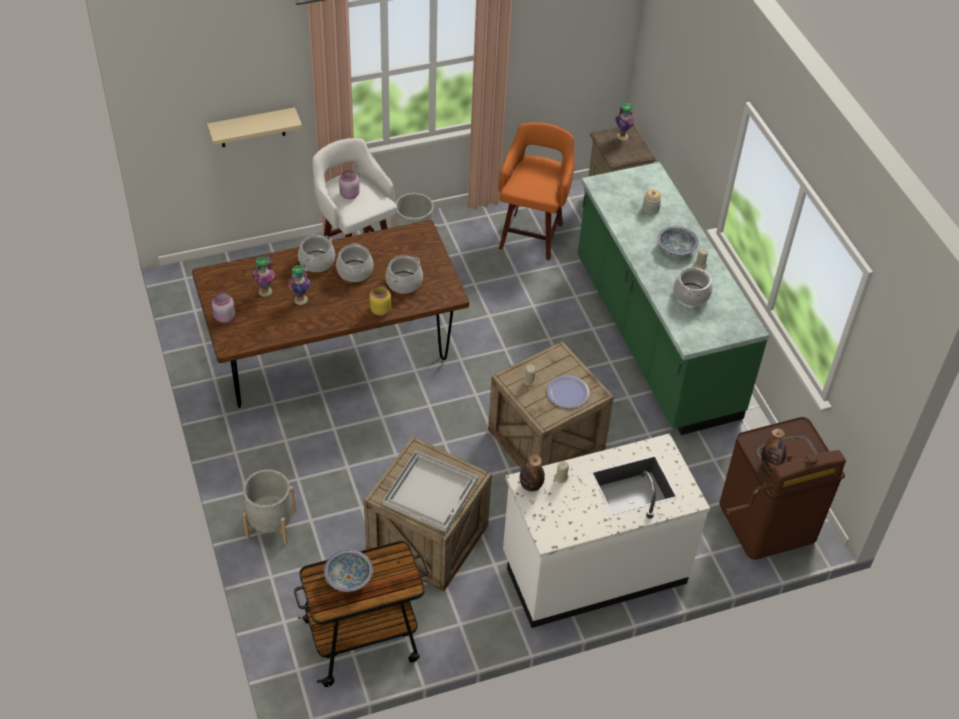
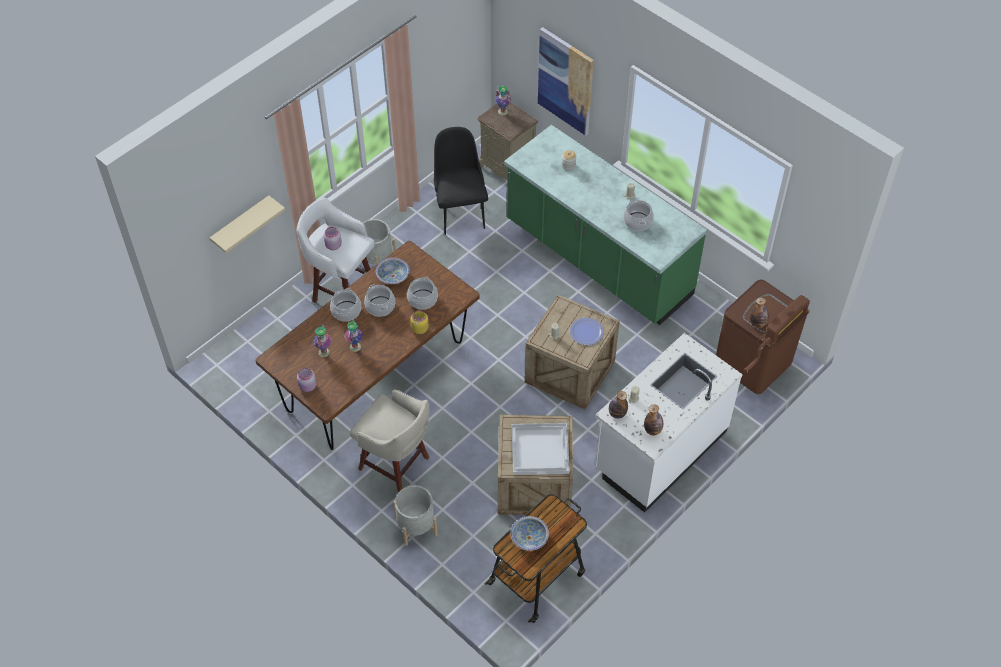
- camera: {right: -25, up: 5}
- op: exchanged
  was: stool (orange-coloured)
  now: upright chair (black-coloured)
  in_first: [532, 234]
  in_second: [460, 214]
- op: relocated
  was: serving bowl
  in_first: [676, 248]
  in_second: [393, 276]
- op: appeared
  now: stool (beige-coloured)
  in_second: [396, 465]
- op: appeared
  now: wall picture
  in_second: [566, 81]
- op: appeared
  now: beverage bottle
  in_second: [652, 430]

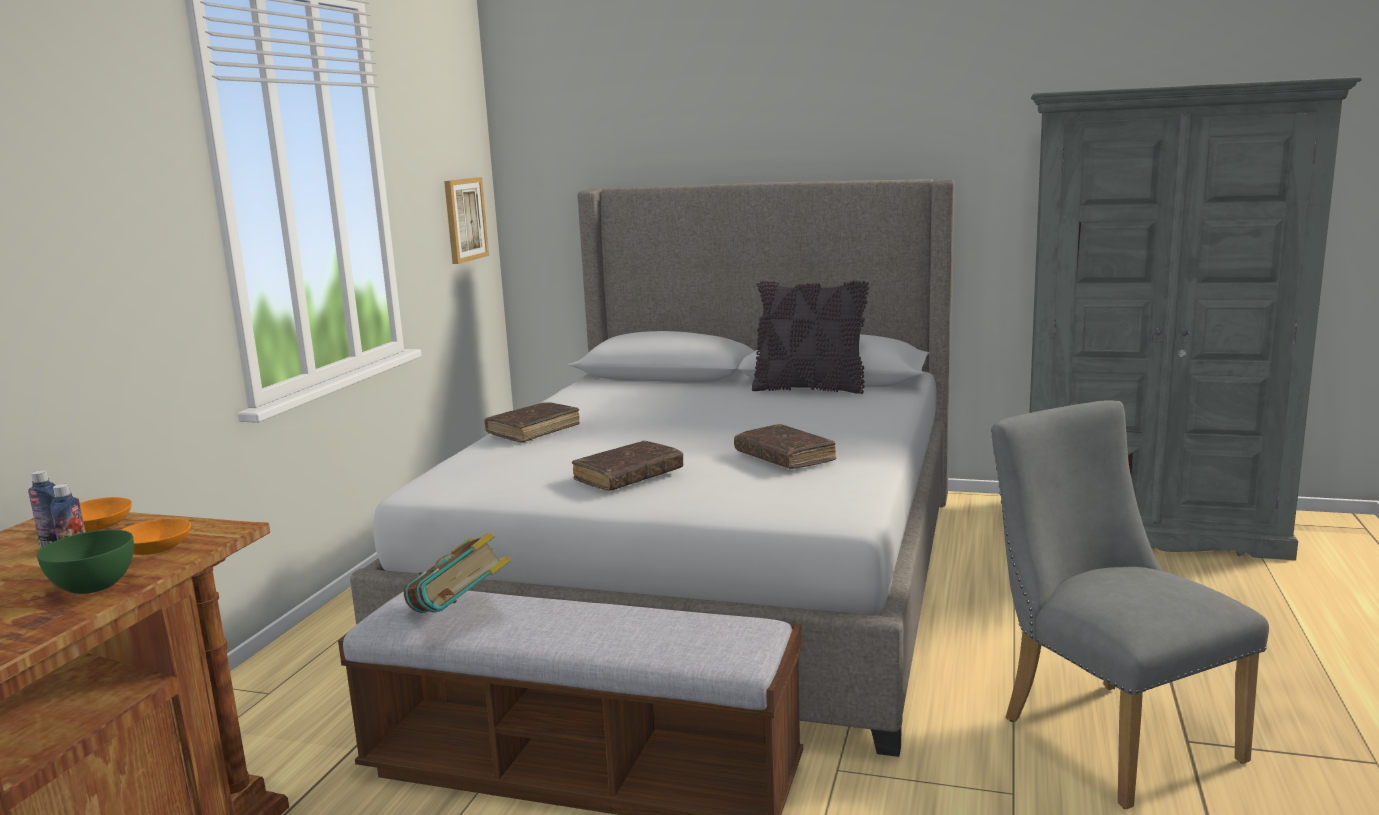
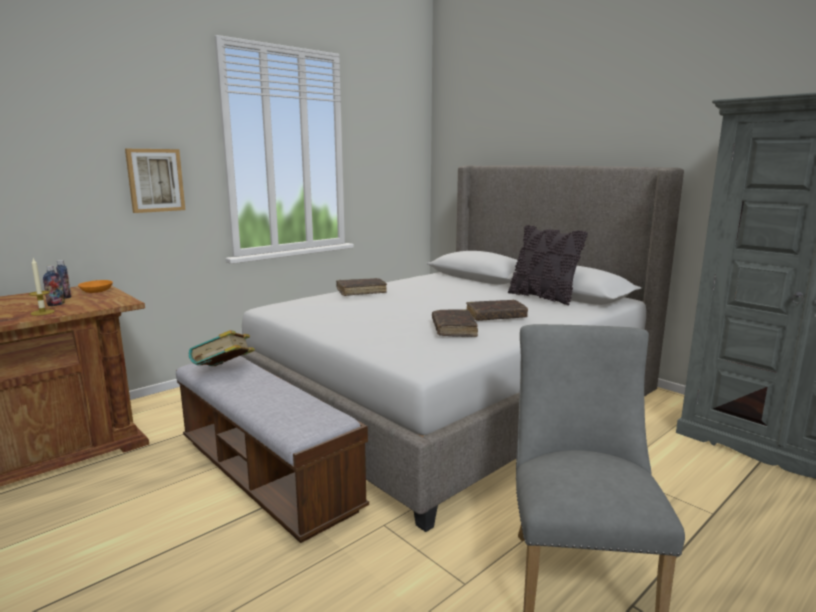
- camera: {right: 30, up: 0}
- op: exchanged
  was: serving bowl (greenish)
  now: wax light
  in_first: [93, 587]
  in_second: [42, 312]
- op: missing
  was: serving bowl (orange-coloured)
  in_first: [156, 549]
- op: relocated
  was: wall picture
  in_first: [464, 219]
  in_second: [155, 180]
- op: relocated
  was: book (brownish)
  in_first: [628, 476]
  in_second: [496, 316]

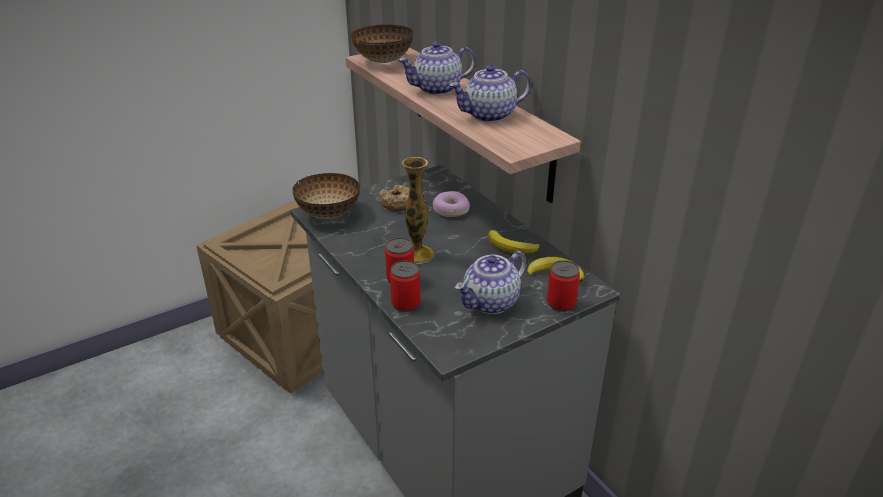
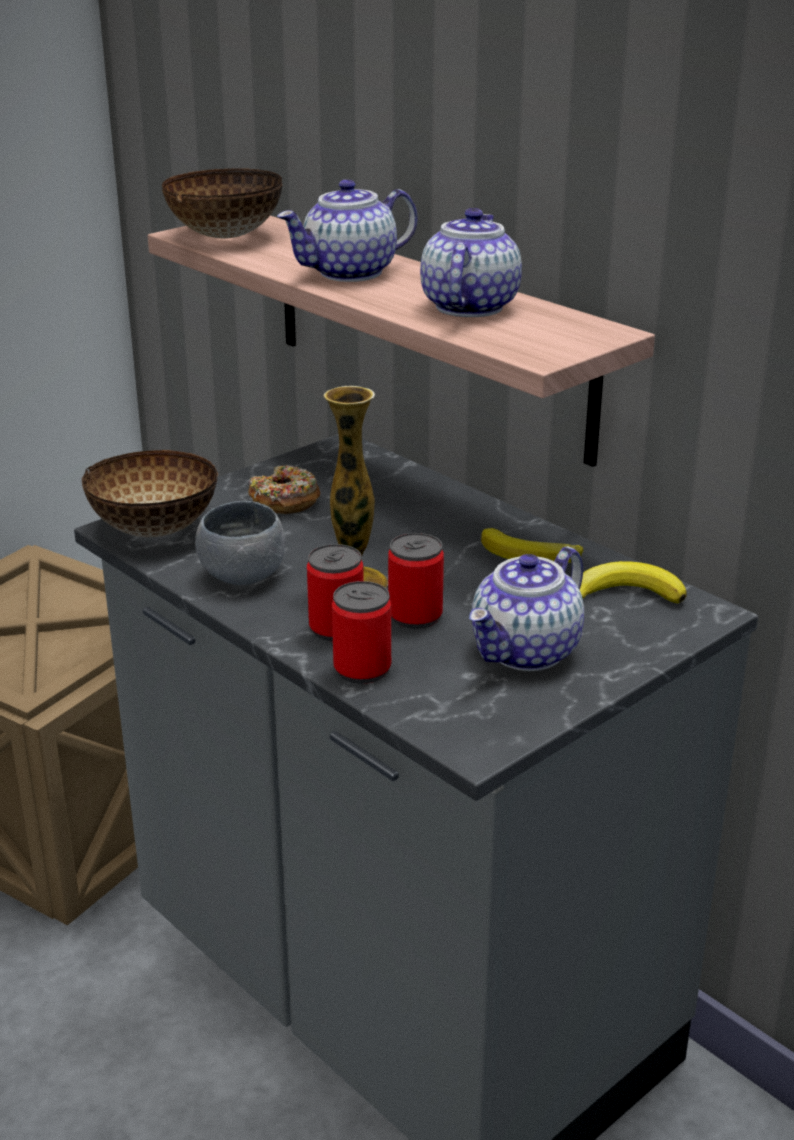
- camera: {right: -10, up: -5}
- op: missing
  was: doughnut
  in_first: [450, 210]
- op: spun
  was: tea pot
  in_first: [489, 115]
  in_second: [468, 306]
  clockwise: 135
- op: relocated
  was: metal can
  in_first: [561, 303]
  in_second: [415, 616]
- op: appeared
  now: serving bowl (gray)
  in_second: [242, 575]

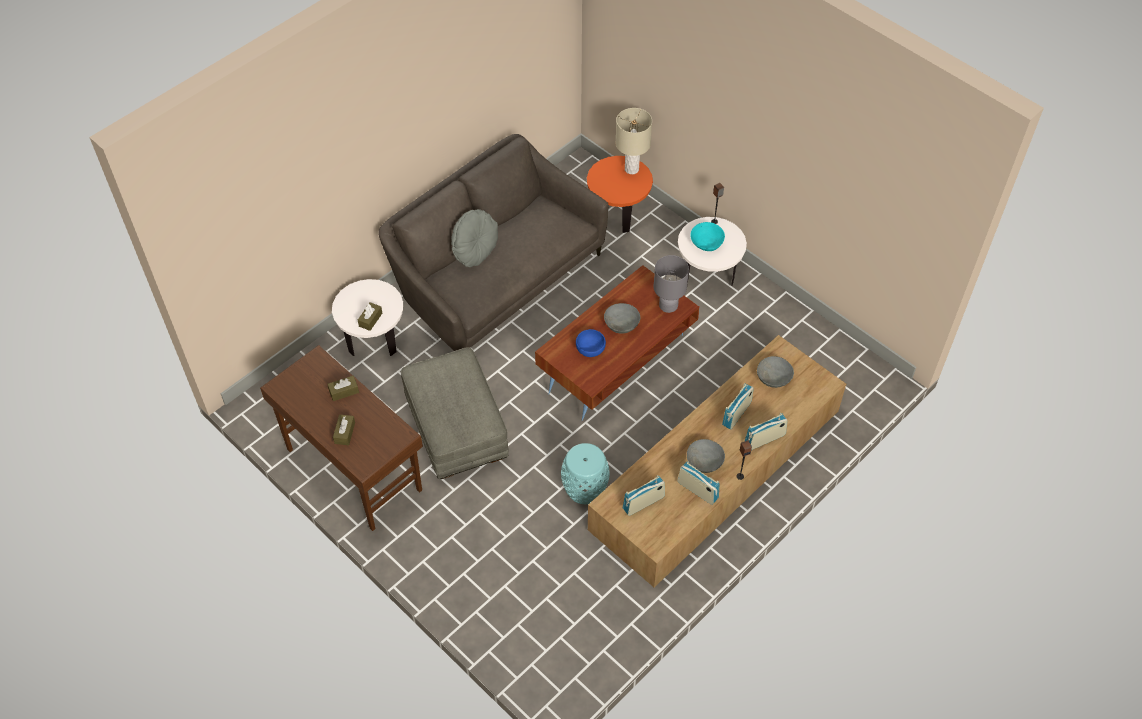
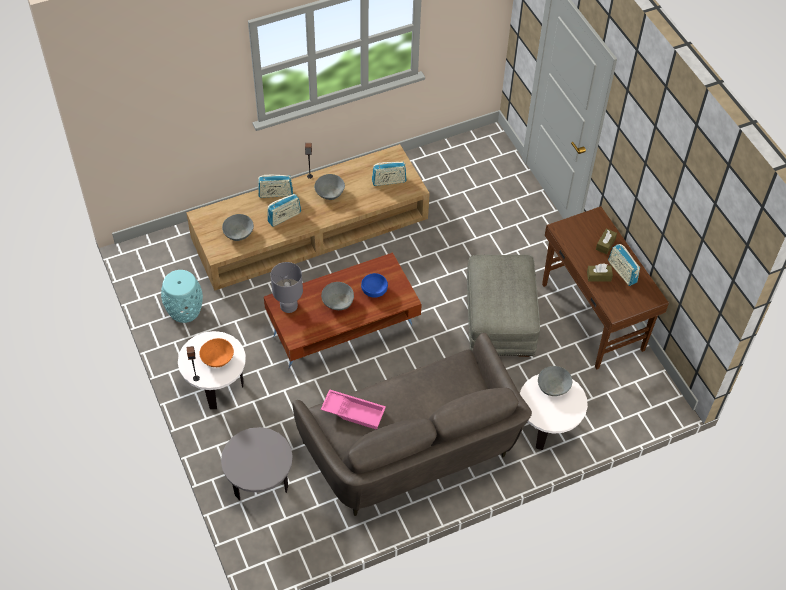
- camera: {right: -160, up: 0}
- op: exchanged
  was: tissue holder (brownish)
  now: serving bowl (gray)
  in_first: [370, 319]
  in_second: [553, 386]
- op: missing
  was: pillow (gray)
  in_first: [476, 254]
- op: relocated
  was: stool (blue-green)
  in_first: [585, 489]
  in_second: [185, 310]
- op: colour
  was: side table (orange-coloured)
  now: side table (gray)
  in_first: [618, 213]
  in_second: [260, 483]
- op: missing
  was: tabletop lamp (beige-coloured)
  in_first: [631, 169]
- op: relocated
  was: radio set
  in_first: [697, 490]
  in_second: [622, 272]
- op: colour
  was: serving bowl (blue-green)
  now: serving bowl (orange-coloured)
  in_first: [706, 243]
  in_second: [217, 359]
- op: appeared
  now: serving tray (pinkish)
  in_second: [354, 411]

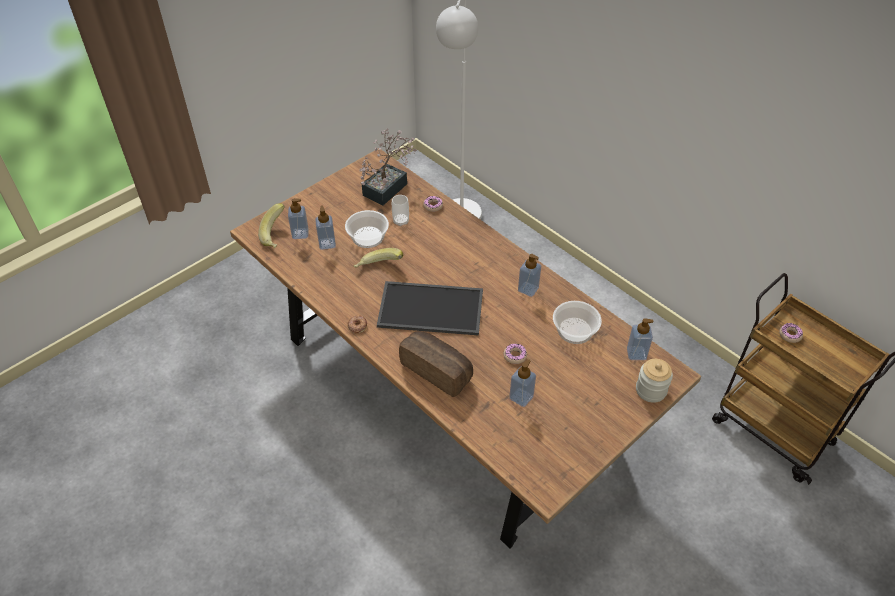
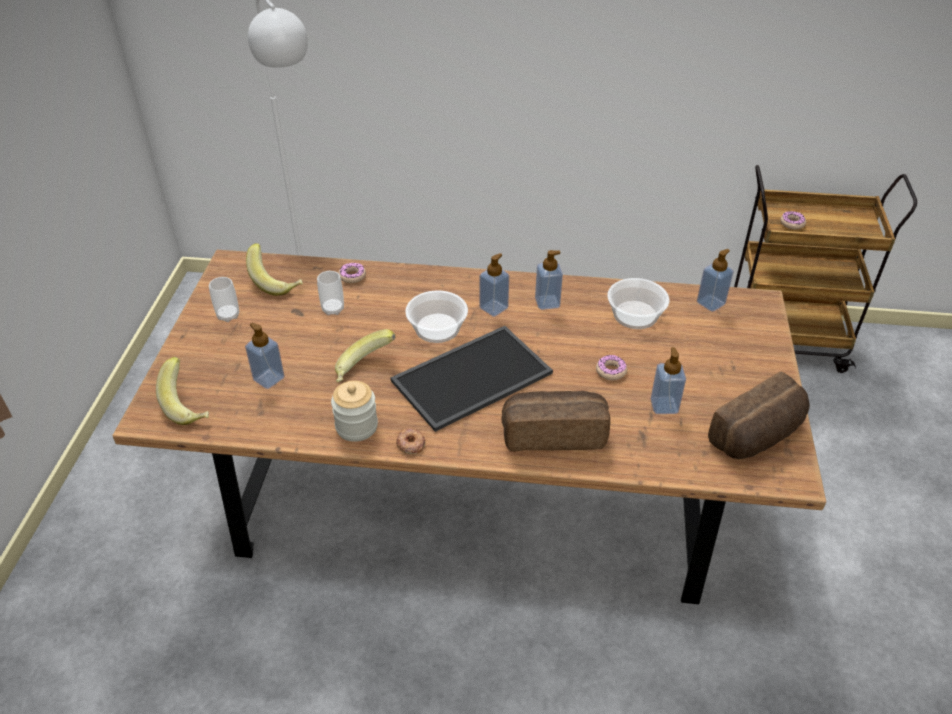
- camera: {right: -40, up: -5}
- op: relocated
  was: soap dispenser
  in_first: [300, 234]
  in_second: [493, 308]
- op: relocated
  was: serving bowl
  in_first: [367, 236]
  in_second: [436, 328]
- op: exchanged
  was: houseplant
  now: whole banana
  in_first: [389, 187]
  in_second: [277, 282]
- op: relocated
  was: jar
  in_first: [651, 390]
  in_second: [356, 426]
- op: appeared
  now: cup
  in_second: [228, 315]
- op: appeared
  now: baked bread
  in_second: [758, 436]

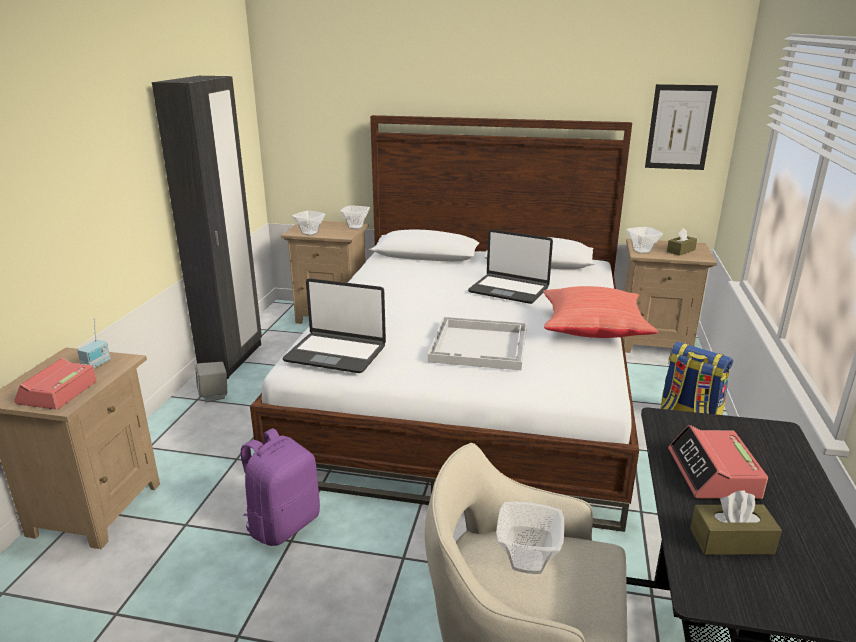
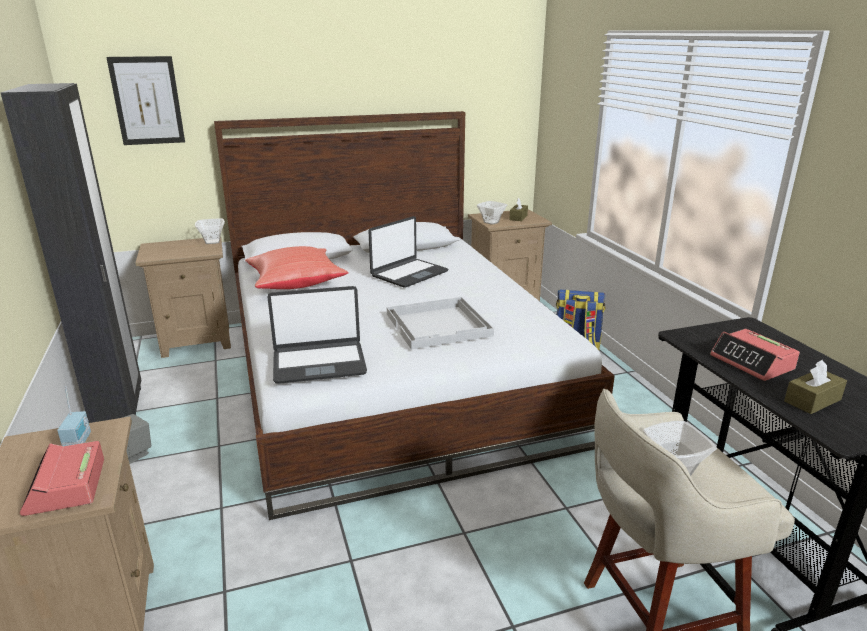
- camera: {right: -30, up: 0}
- op: missing
  was: knapsack (purple)
  in_first: [283, 524]
- op: missing
  was: serving bowl
  in_first: [309, 233]
- op: spun
  was: laptop
  in_first: [509, 290]
  in_second: [409, 274]
  clockwise: -45
- op: relocated
  was: pillow (reddish)
  in_first: [593, 329]
  in_second: [295, 283]
- op: relocated
  was: wall picture
  in_first: [680, 127]
  in_second: [147, 101]

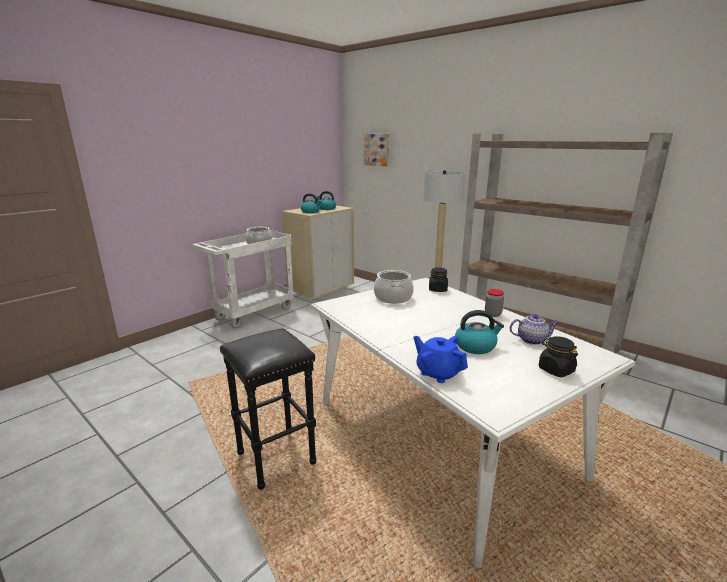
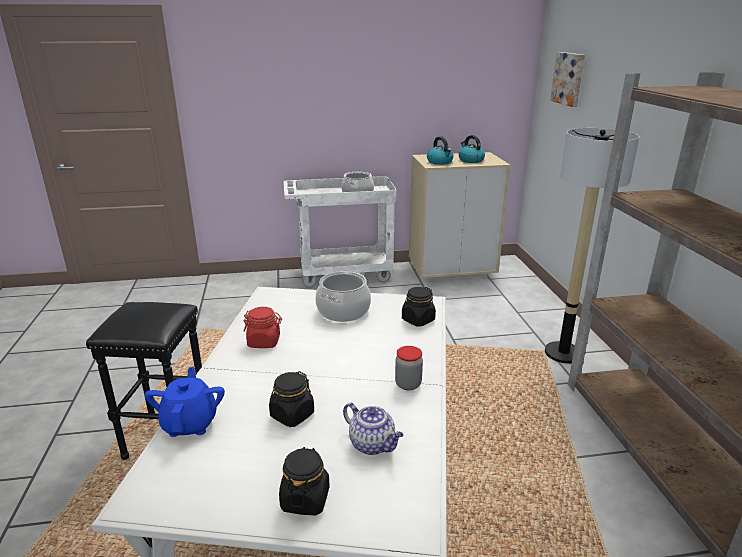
- camera: {right: 40, up: 5}
- op: exchanged
  was: kettle
  now: jar (black-coloured)
  in_first: [476, 346]
  in_second: [292, 415]
- op: appeared
  now: jar (reddish)
  in_second: [264, 342]

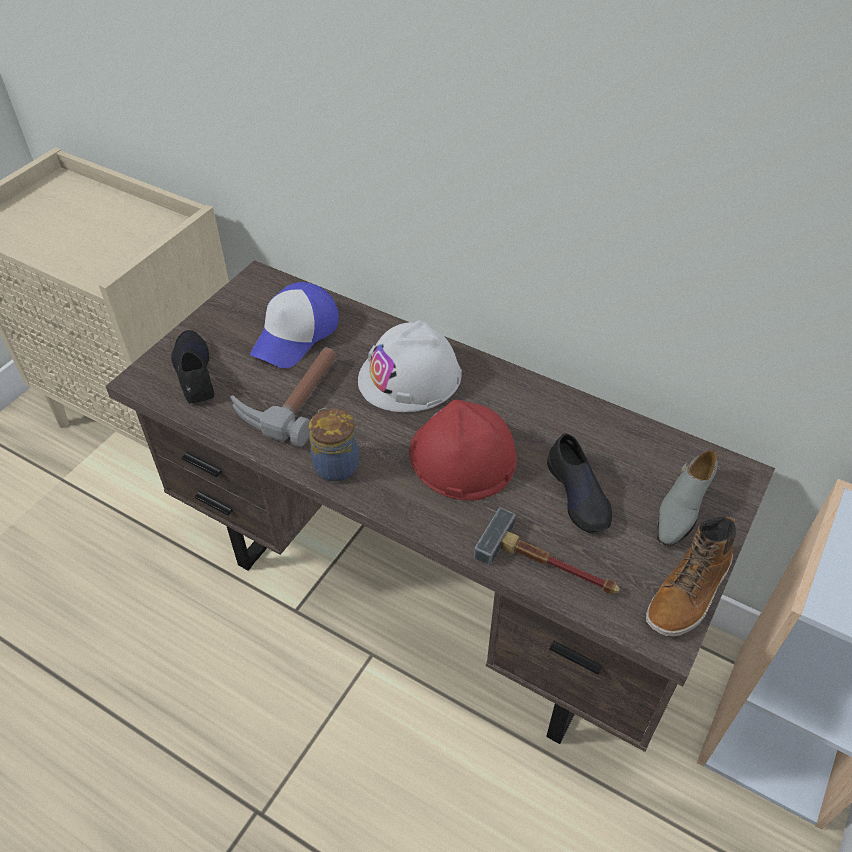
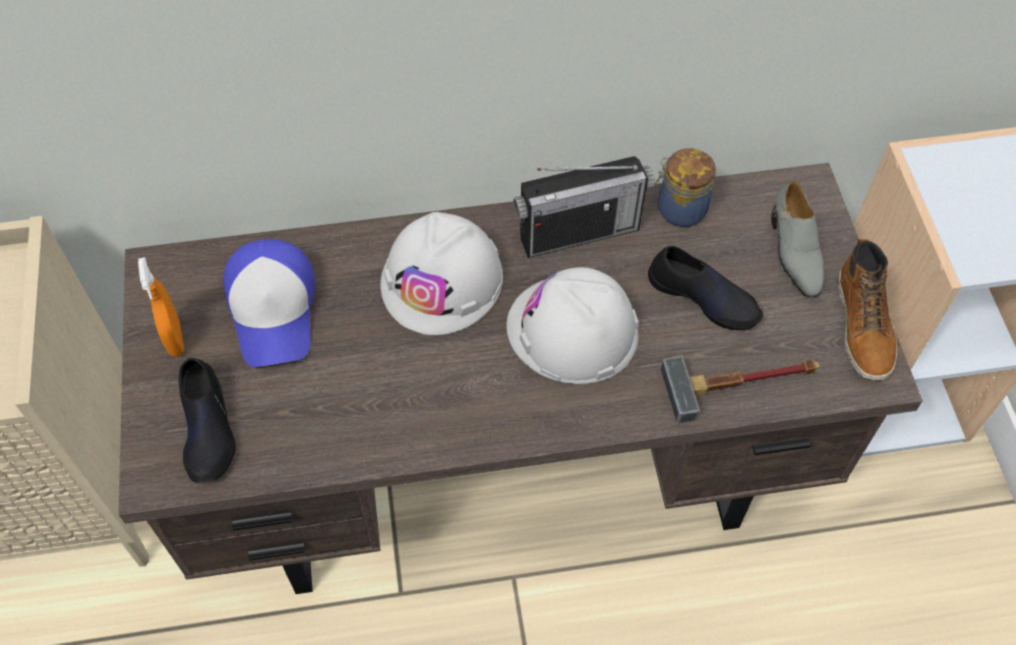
- camera: {right: -40, up: 10}
- op: spun
  was: low shoe (black-coloured)
  in_first: [194, 372]
  in_second: [207, 428]
  clockwise: -135
- op: missing
  was: tool hammer
  in_first: [290, 397]
- op: relocated
  was: jar
  in_first: [335, 464]
  in_second: [679, 209]
- op: colour
  was: safety helmet (reddish)
  now: safety helmet (white-coloured)
  in_first: [462, 456]
  in_second: [572, 330]
- op: appeared
  now: spray bottle (orange-coloured)
  in_second: [175, 338]
- op: appeared
  now: radio set
  in_second: [579, 232]

